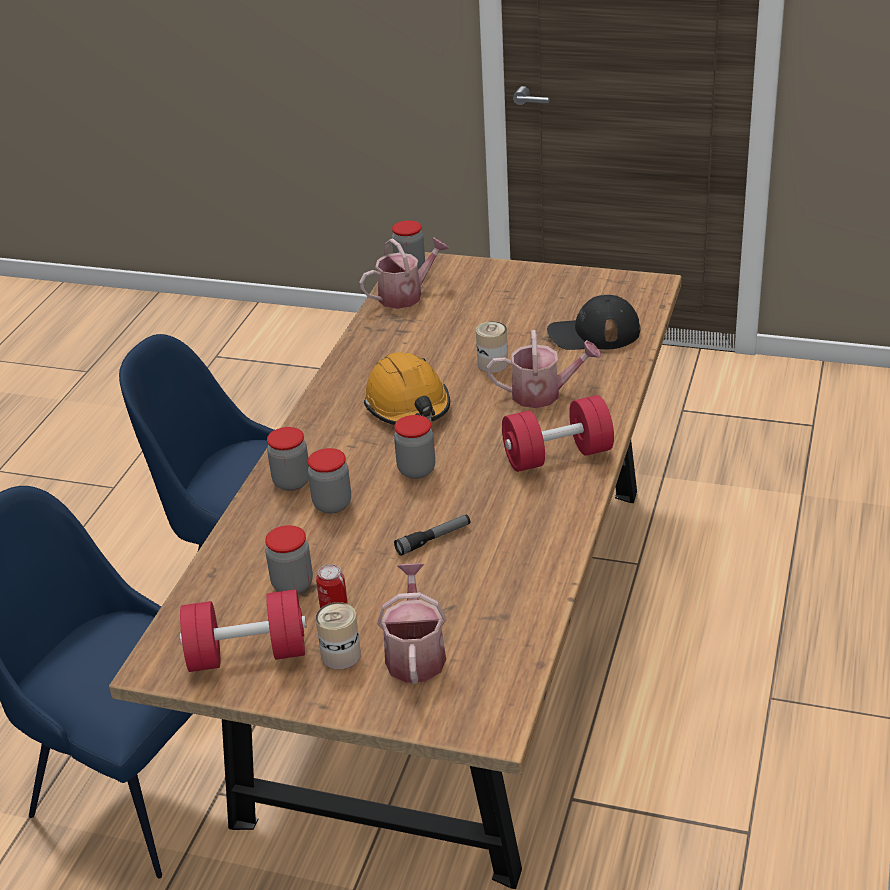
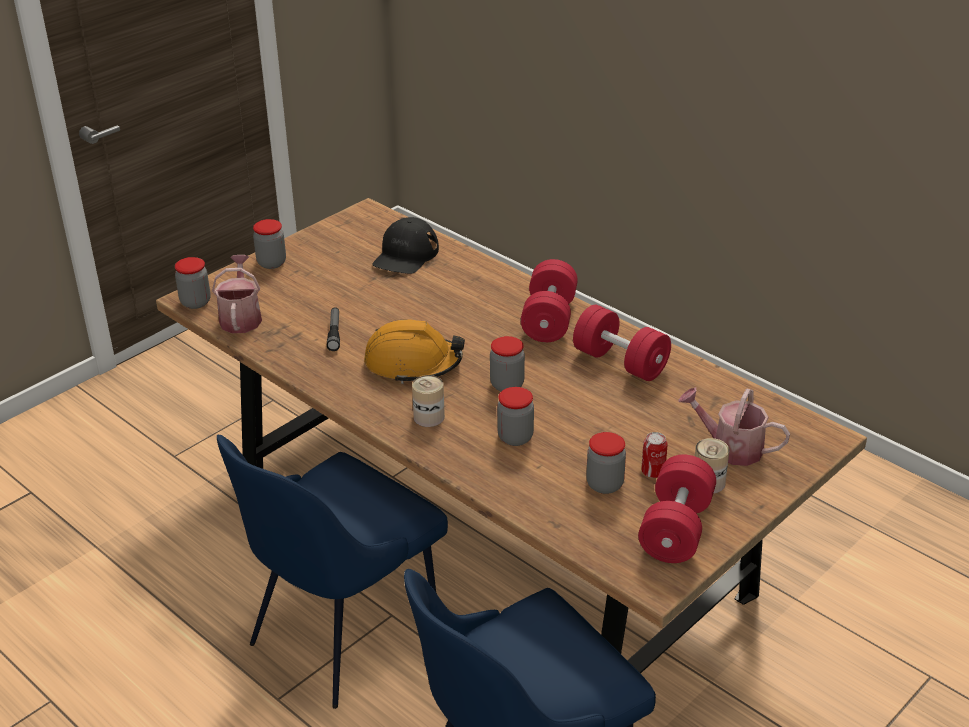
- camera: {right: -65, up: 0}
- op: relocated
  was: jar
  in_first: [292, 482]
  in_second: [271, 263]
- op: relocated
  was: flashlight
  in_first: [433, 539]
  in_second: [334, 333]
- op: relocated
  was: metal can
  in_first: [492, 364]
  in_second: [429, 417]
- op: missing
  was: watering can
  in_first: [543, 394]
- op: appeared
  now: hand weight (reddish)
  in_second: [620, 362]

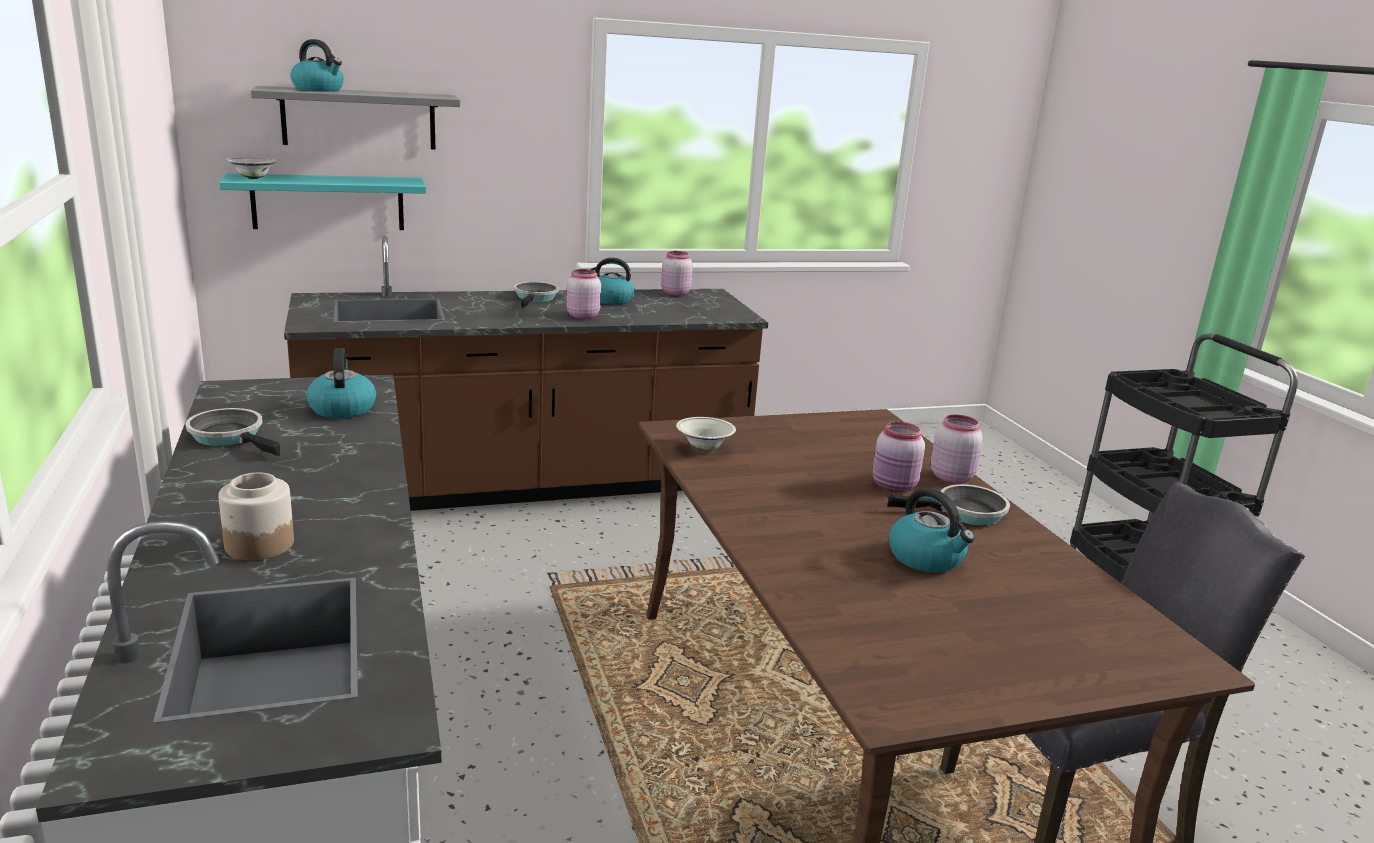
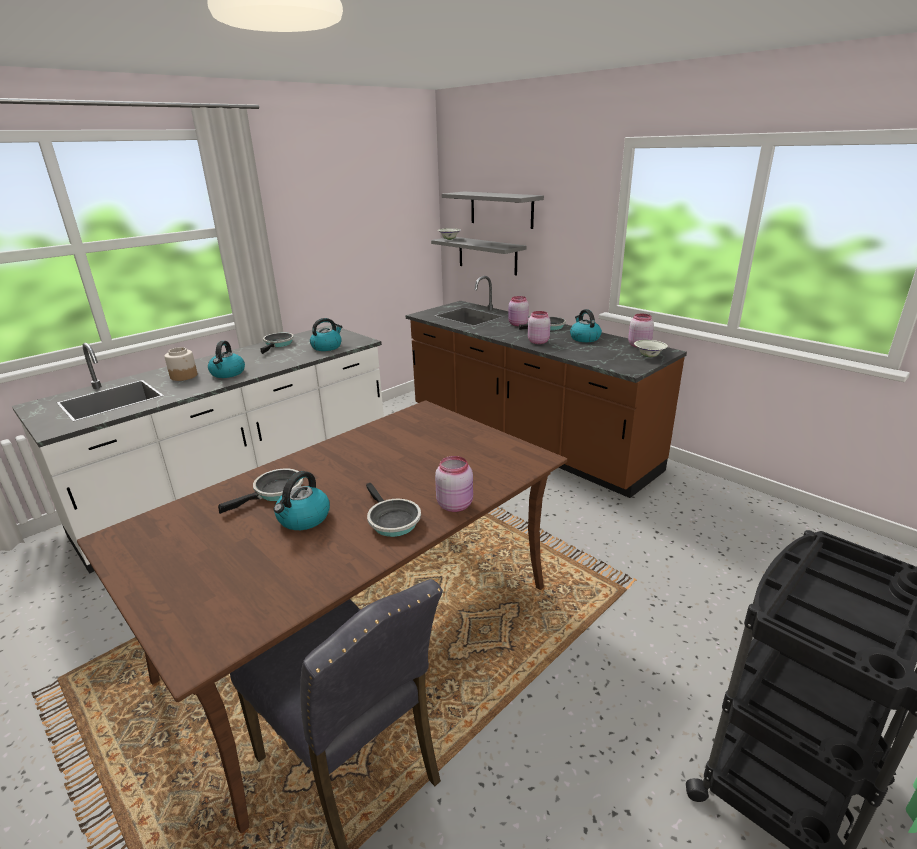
- camera: {right: 65, up: 5}
- op: colour
  was: bracket shelf (blue-green)
  now: bracket shelf (gray)
  in_first: [328, 202]
  in_second: [487, 255]
- op: relocated
  was: kettle
  in_first: [319, 90]
  in_second: [228, 373]
- op: relocated
  was: serving bowl (white-coloured)
  in_first: [704, 448]
  in_second: [649, 356]
- op: relocated
  was: jar (pinkish)
  in_first: [894, 487]
  in_second: [517, 324]
- op: appeared
  now: skillet
  in_second: [275, 492]

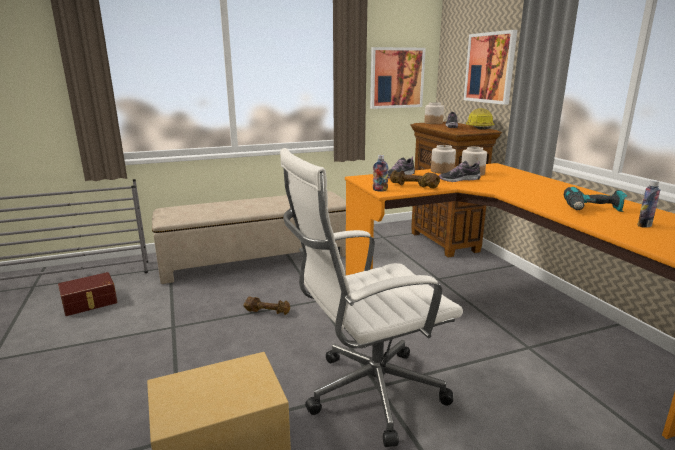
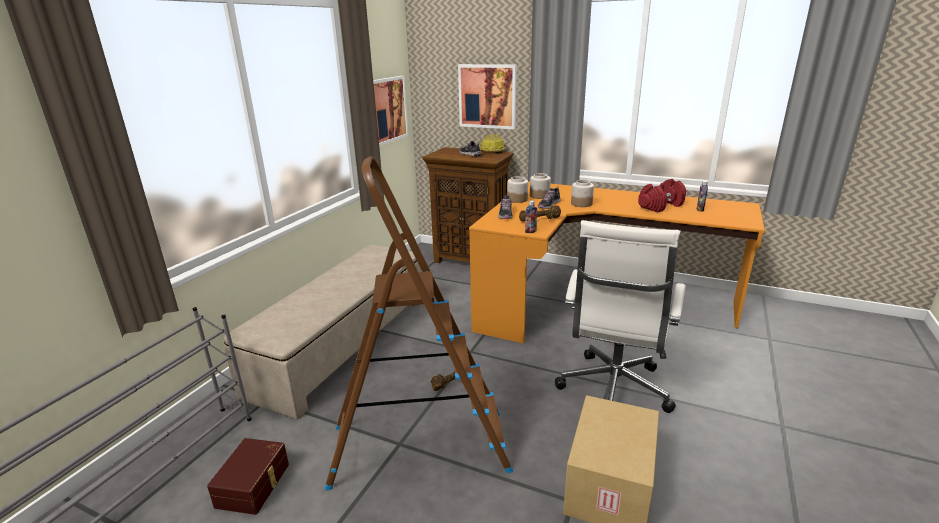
- camera: {right: -45, up: 5}
- op: relocated
  was: jar
  in_first: [433, 123]
  in_second: [581, 204]
- op: exchanged
  was: power drill
  now: hand weight (reddish)
  in_first: [593, 209]
  in_second: [660, 206]
- op: appeared
  now: stepladder (brownish)
  in_second: [420, 448]

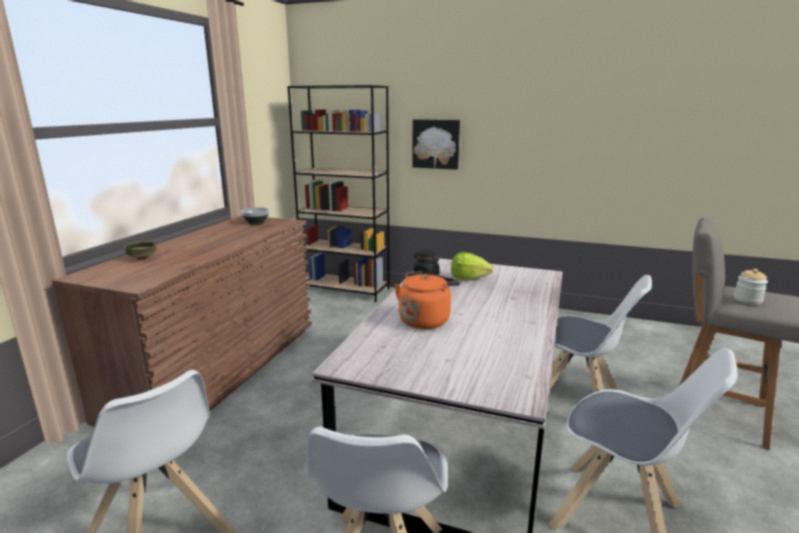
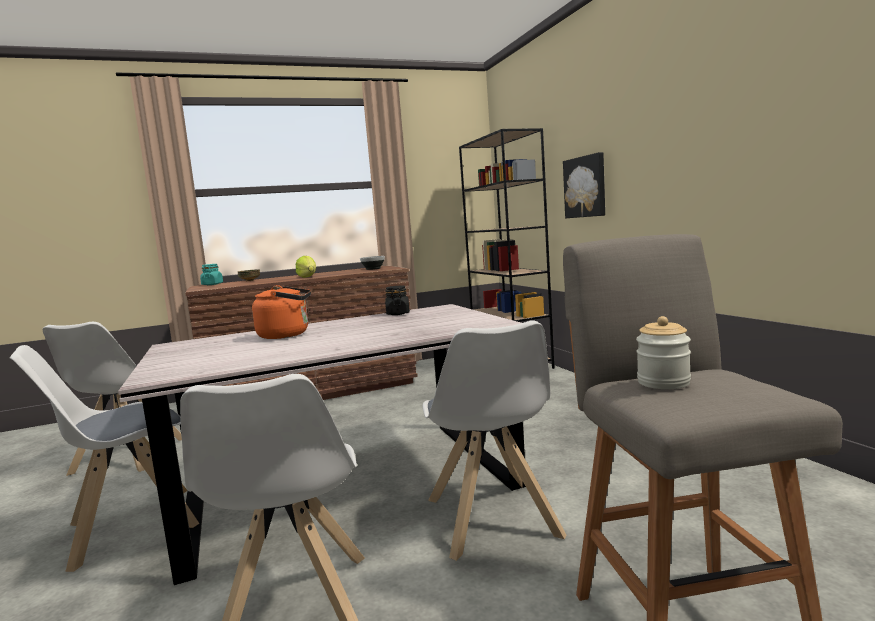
- camera: {right: 50, up: -10}
- op: relocated
  was: head of lettuce
  in_first: [468, 278]
  in_second: [308, 277]
- op: appeared
  now: jar (blue-green)
  in_second: [212, 284]

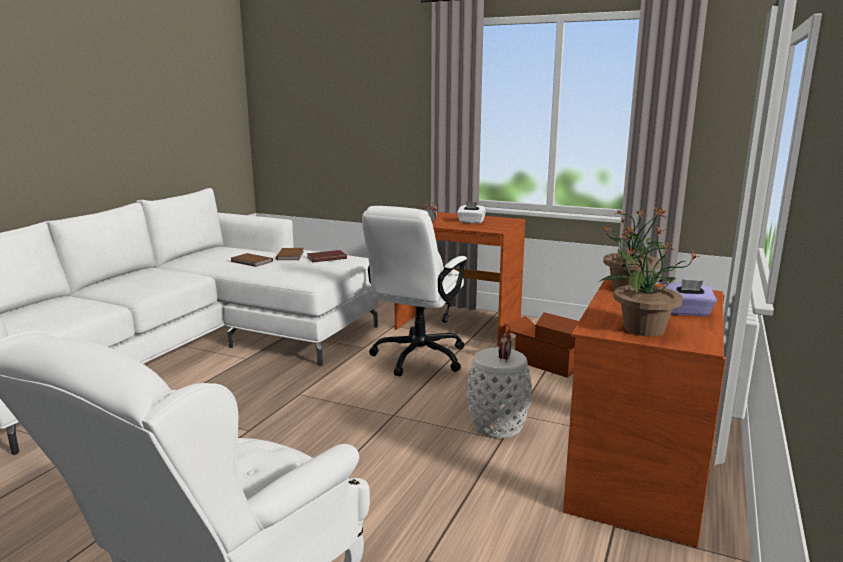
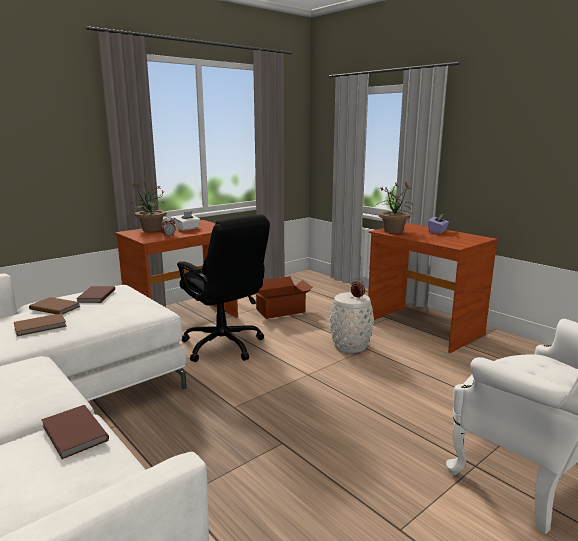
- camera: {right: -65, up: 0}
- op: colour
  was: office chair (white-coloured)
  now: office chair (black-coloured)
  in_first: [417, 359]
  in_second: [225, 347]
- op: relocated
  was: houseplant
  in_first: [642, 329]
  in_second: [151, 230]
- op: appeared
  now: book (brownish)
  in_second: [73, 434]

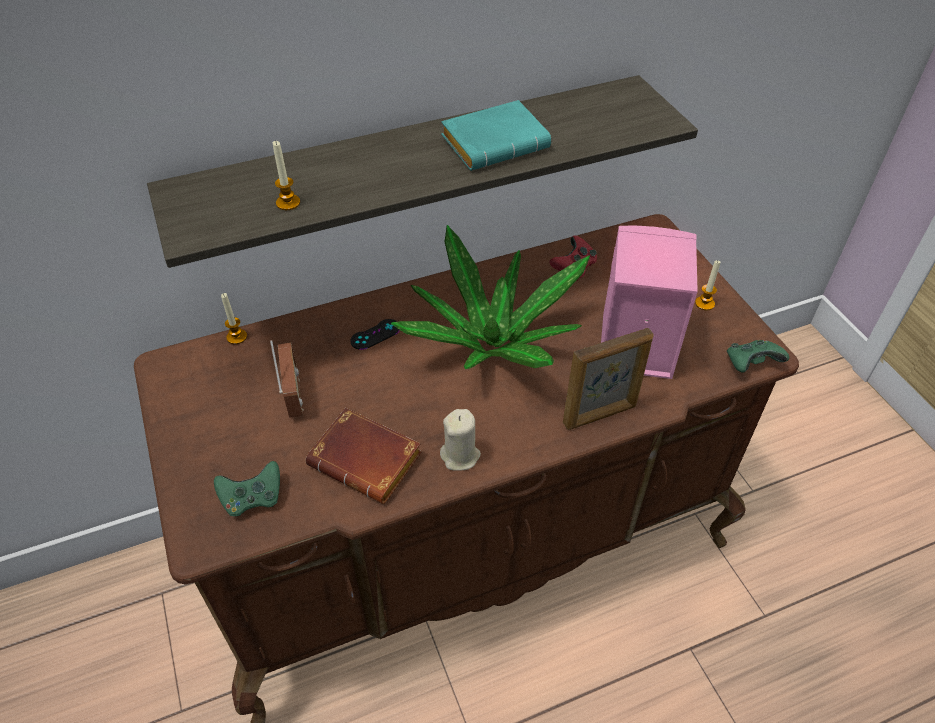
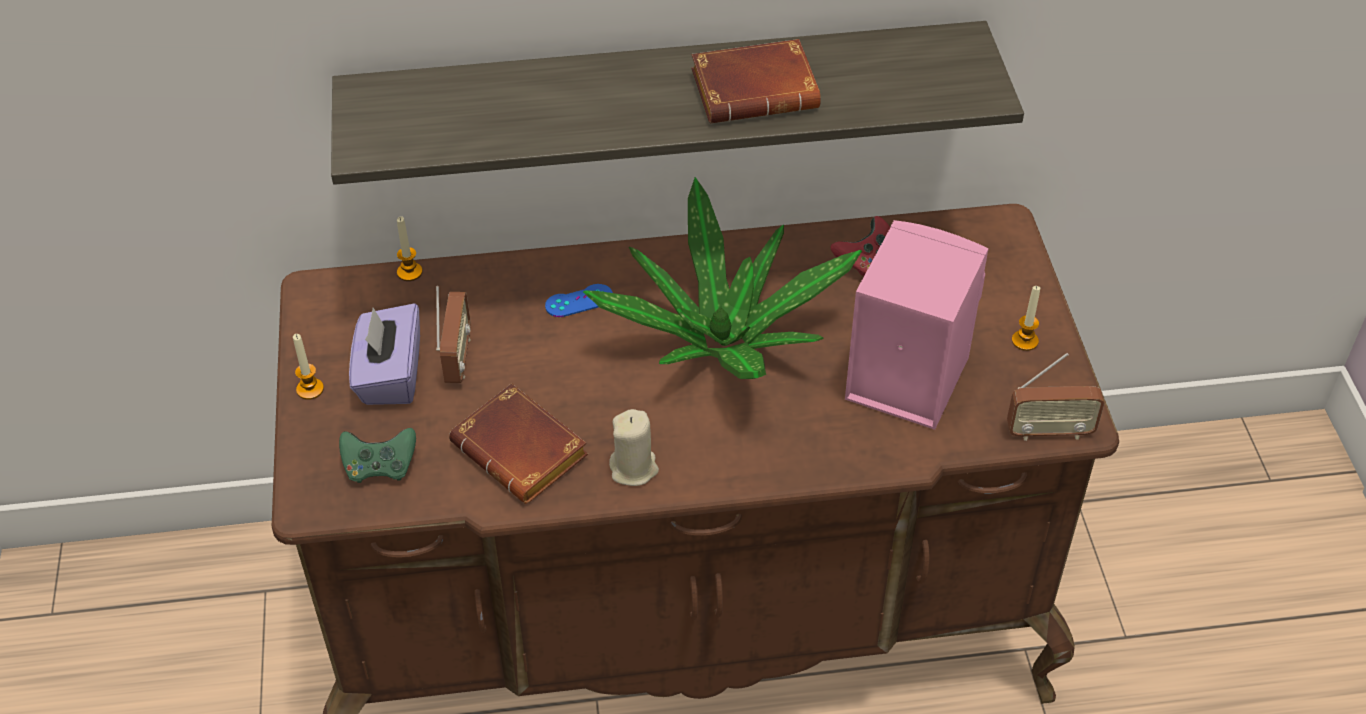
- camera: {right: 15, up: 0}
- op: relocated
  was: wax light
  in_first: [288, 203]
  in_second: [310, 389]
- op: colour
  was: game controller (black-coloured)
  now: game controller (blue)
  in_first: [375, 334]
  in_second: [579, 301]
- op: colour
  was: book (blue-green)
  now: book (brownish)
  in_first: [496, 142]
  in_second: [757, 89]
- op: missing
  was: picture frame
  in_first: [600, 415]
- op: exchanged
  was: game controller (greenish)
  now: radio set
  in_first: [751, 364]
  in_second: [1049, 432]
- op: appeared
  now: tissue holder (purple)
  in_second: [390, 376]

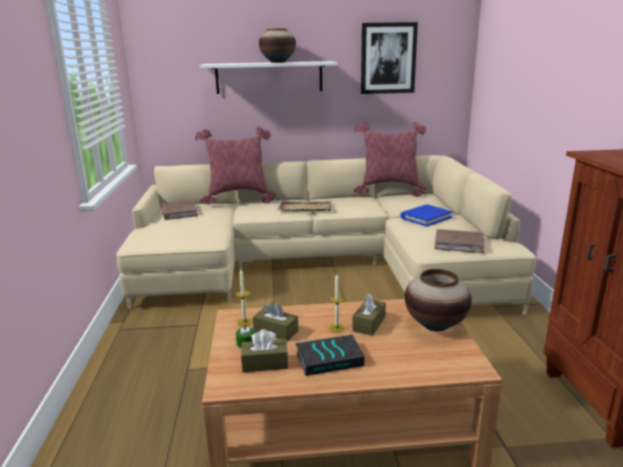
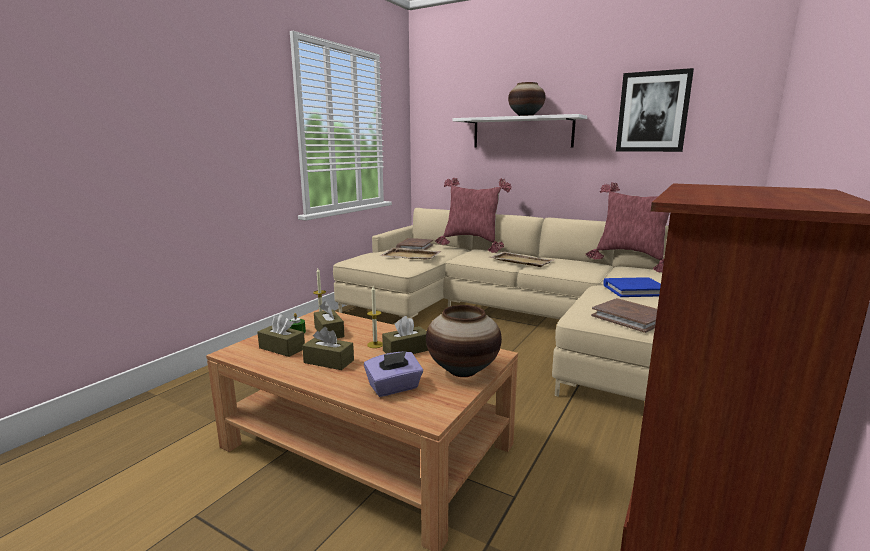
- camera: {right: 35, up: -5}
- op: exchanged
  was: book
  now: tissue holder (brownish)
  in_first: [329, 358]
  in_second: [329, 361]
- op: appeared
  now: tissue holder (purple)
  in_second: [394, 388]
- op: appeared
  now: serving tray (beige-coloured)
  in_second: [411, 256]

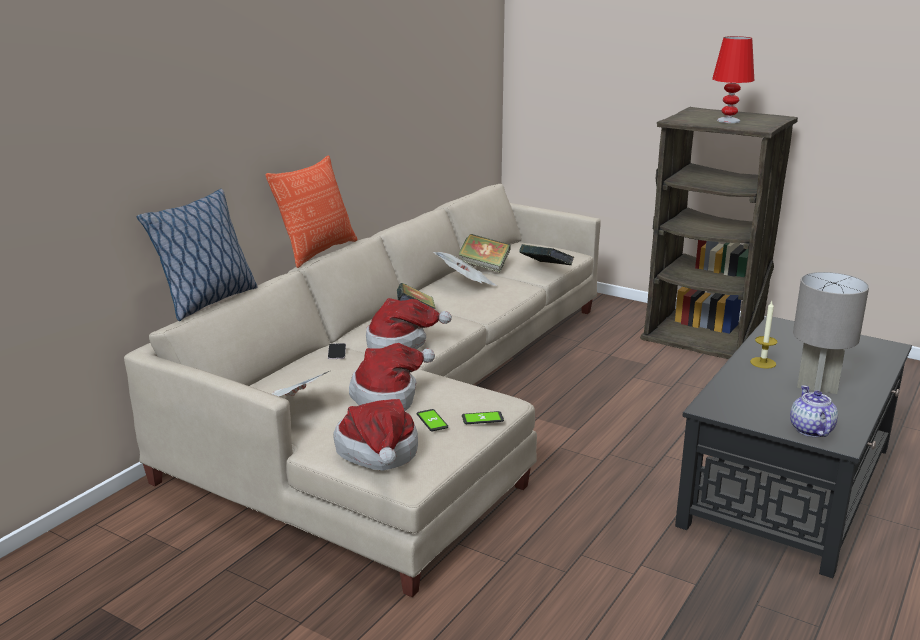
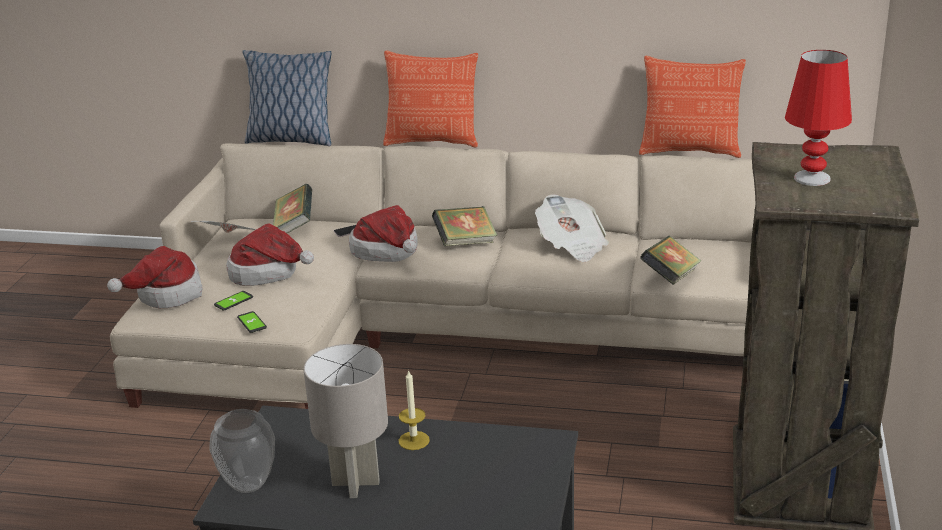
- camera: {right: 70, up: 5}
- op: relocated
  was: book
  in_first: [484, 266]
  in_second: [294, 226]
- op: exchanged
  was: tea pot
  now: vase
  in_first: [810, 430]
  in_second: [248, 484]
- op: appeared
  now: pillow (orange-coloured)
  in_second: [690, 151]

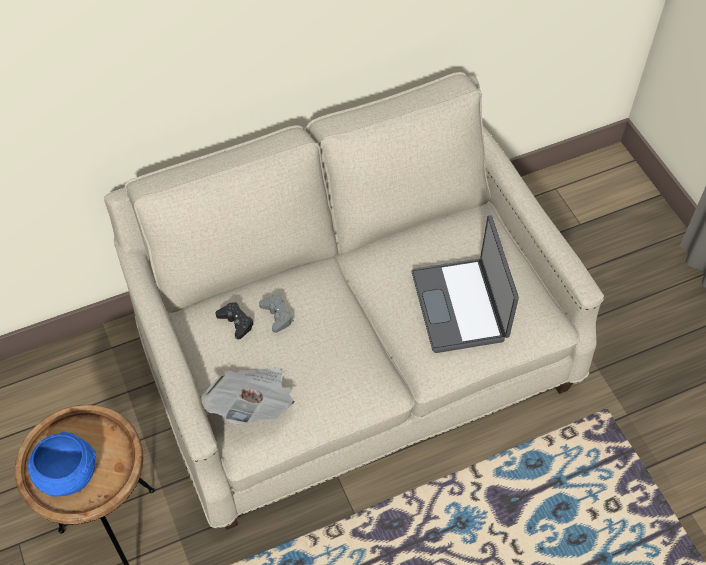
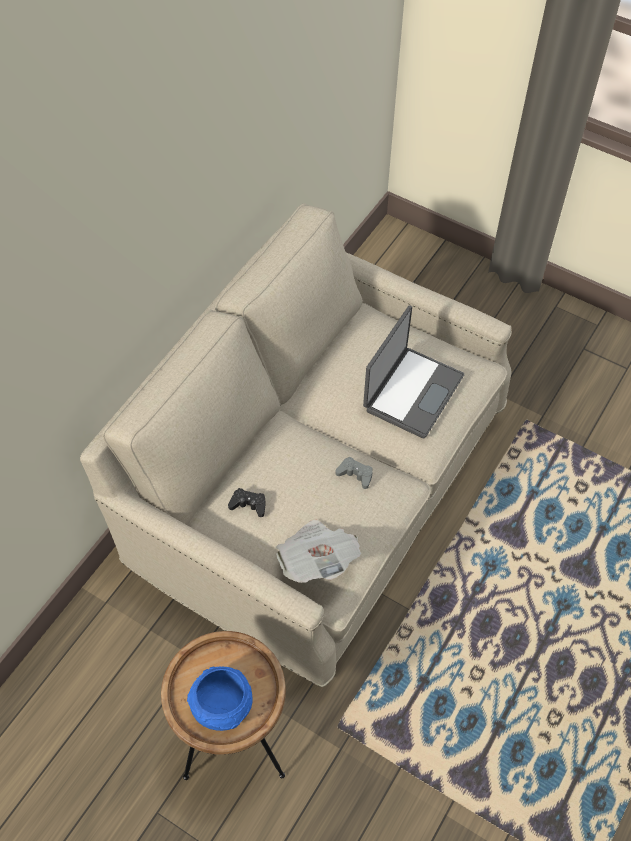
- camera: {right: -35, up: 0}
- op: relocated
  was: game controller (gray)
  in_first: [277, 315]
  in_second: [355, 474]
- op: spun
  was: laptop
  in_first: [461, 306]
  in_second: [412, 392]
  clockwise: -105

